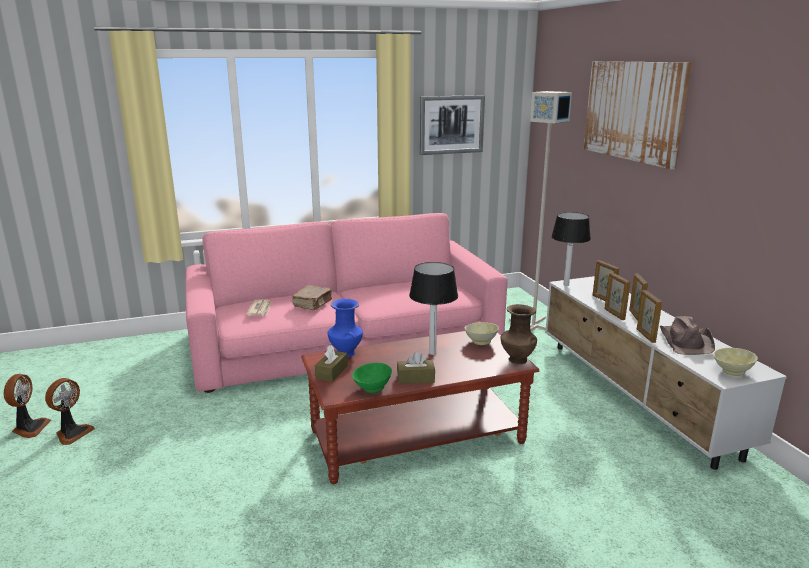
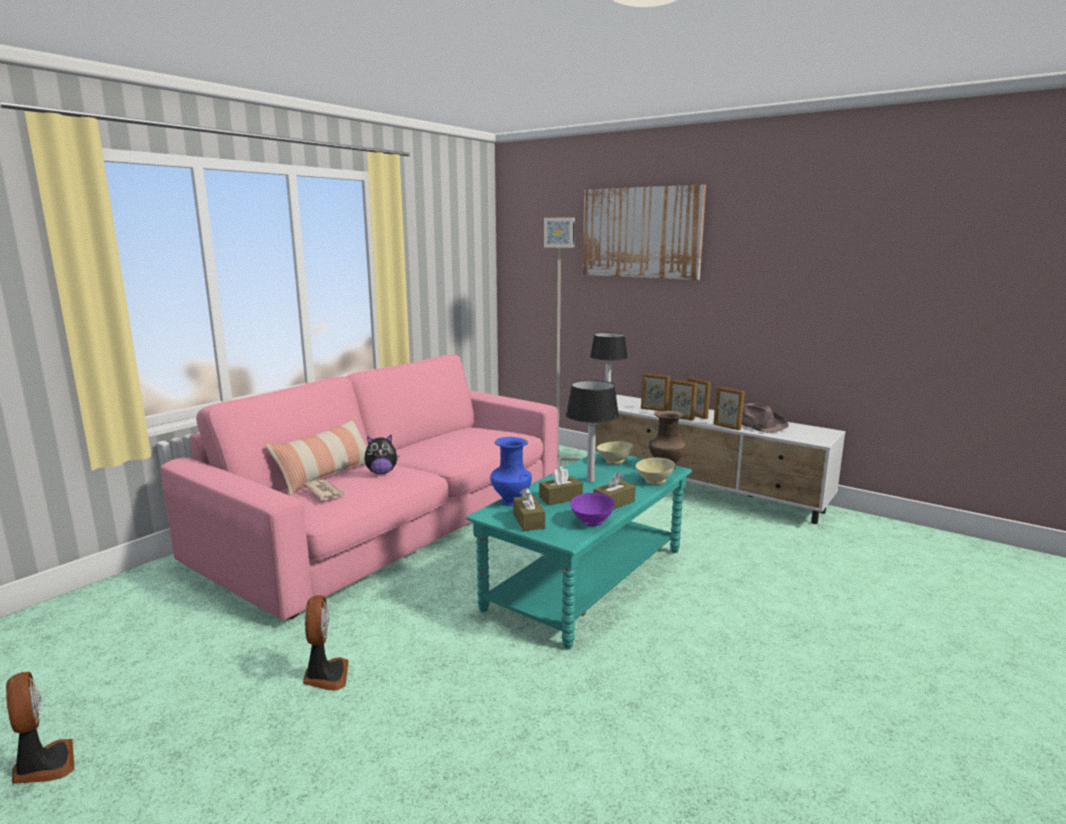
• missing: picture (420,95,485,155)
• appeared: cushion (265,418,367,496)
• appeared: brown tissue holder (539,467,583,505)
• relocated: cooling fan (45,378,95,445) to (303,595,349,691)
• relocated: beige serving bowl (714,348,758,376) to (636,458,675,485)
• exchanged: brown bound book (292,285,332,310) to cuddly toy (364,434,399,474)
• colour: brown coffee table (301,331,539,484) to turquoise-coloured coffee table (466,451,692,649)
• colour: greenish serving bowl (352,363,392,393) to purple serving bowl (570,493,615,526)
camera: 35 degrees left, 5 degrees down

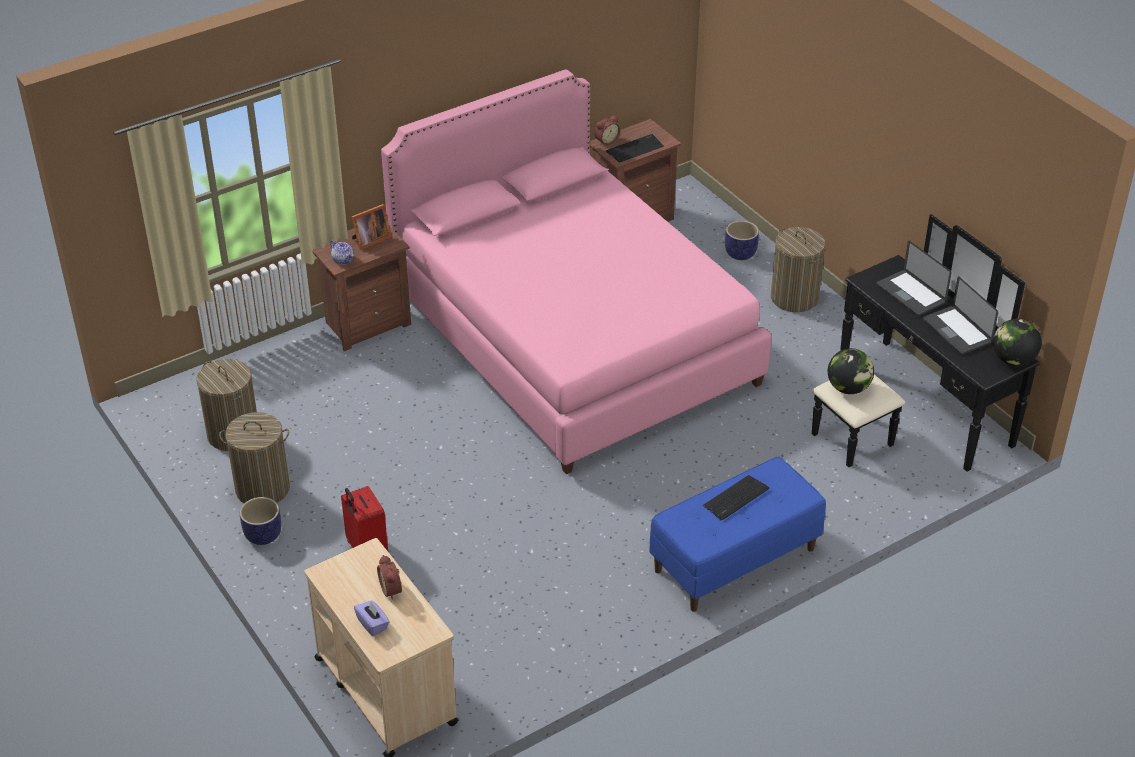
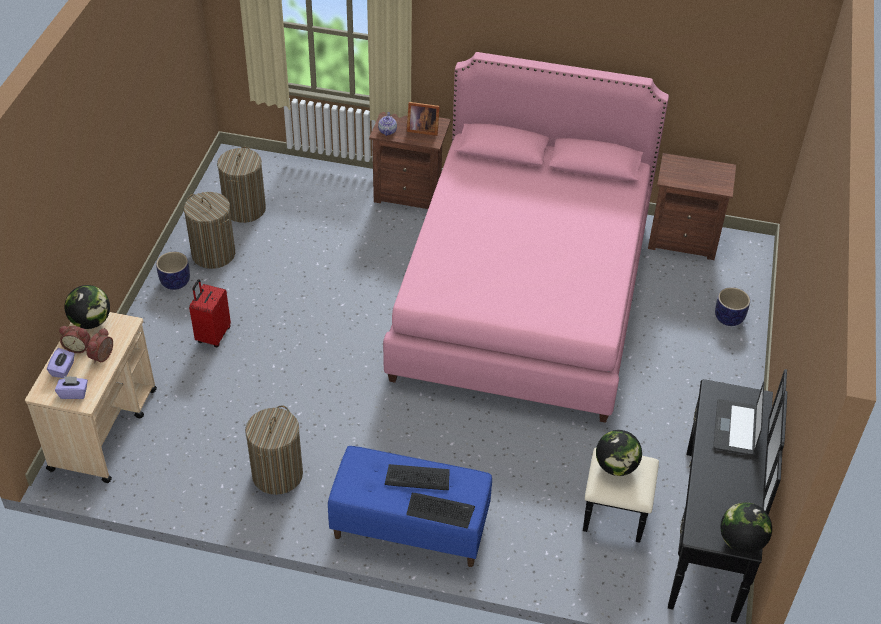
• missing: notebook computer (923,276,998,355)
• appeared: purple tissue holder (55,376,88,399)
• appeared: globe (65,285,110,329)
• relocated: table clock (594,115,620,146) to (59,326,91,353)
• relocated: PC keyboard (606,134,664,163) to (406,493,475,528)
• relocated: laundry basket (771,227,826,312) to (245,405,303,495)
camera: 45 degrees right, 5 degrees up

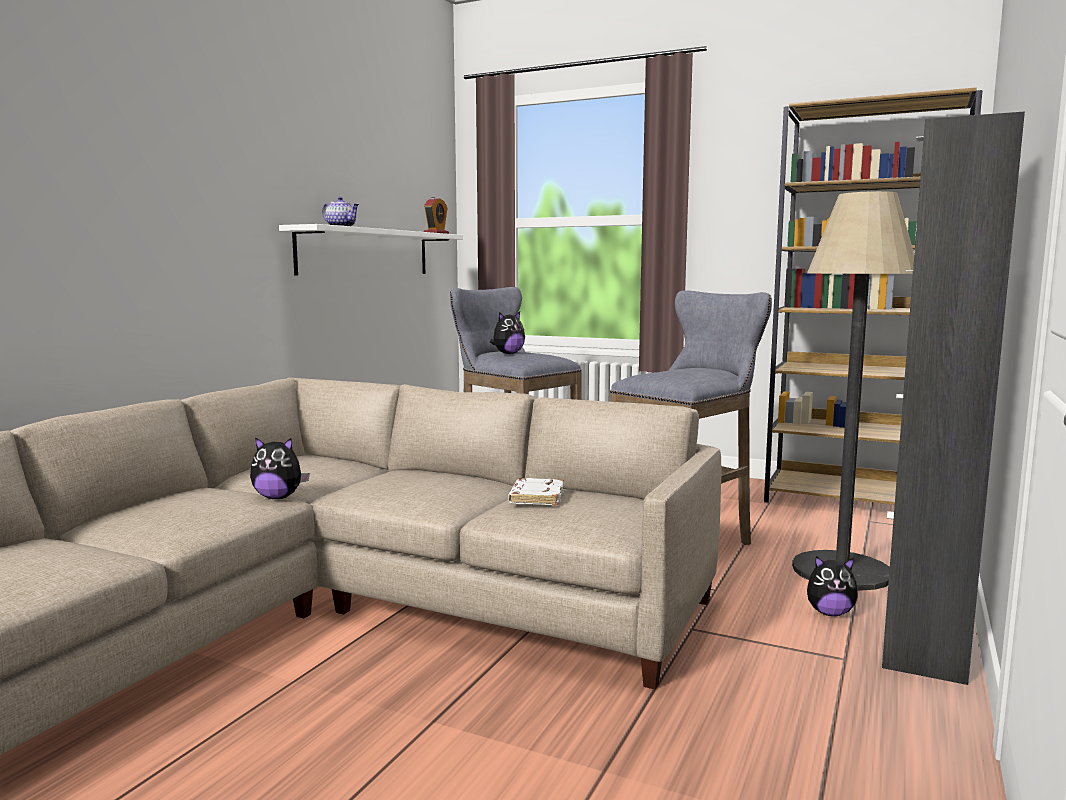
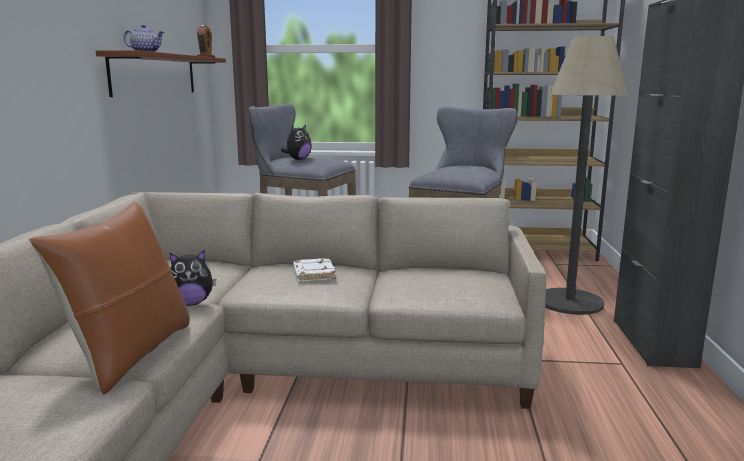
• missing: cuddly toy (807,556,858,616)
• appeared: brown cushion (29,201,190,395)
• relocated: white bound book (508,478,563,505) to (293,258,336,281)
• colour: white bracket shelf (279,224,463,275) to brown bracket shelf (96,50,226,97)
camera: 20 degrees left, 5 degrees up

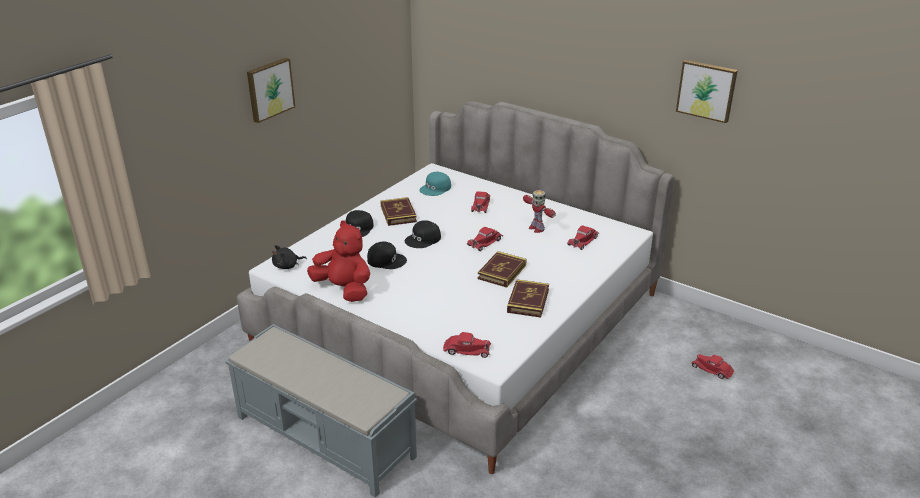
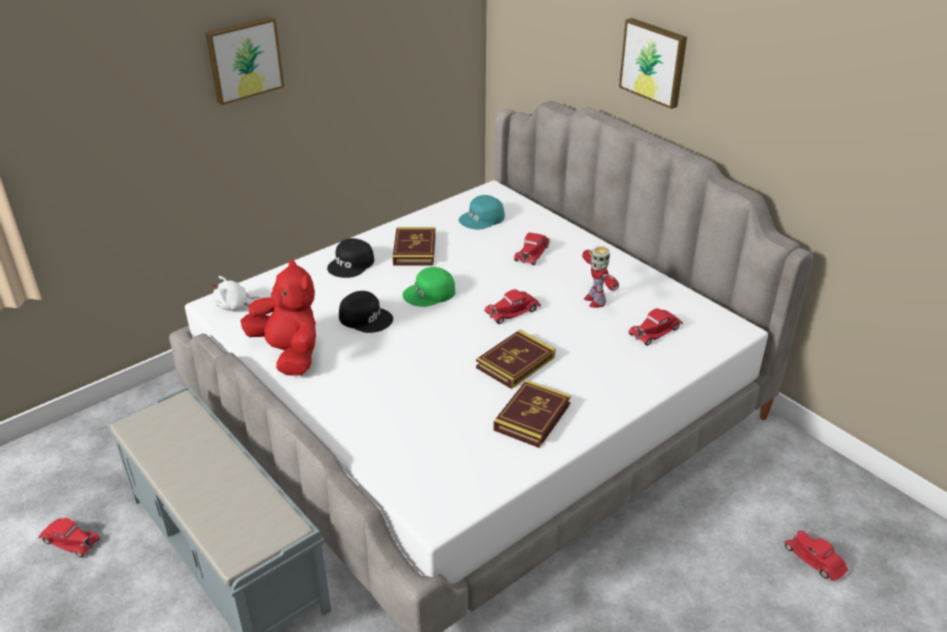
• relocated: red toy car (443,332,491,358) to (38,518,100,557)
• relocated: picture (676,60,738,123) to (619,18,687,109)
• colour: blackish cuddly toy (272,245,307,269) to white cuddly toy (212,276,262,311)
• colour: blackish baseball cap (405,220,441,248) to greenish baseball cap (403,267,455,307)
camera: 15 degrees right, 5 degrees up

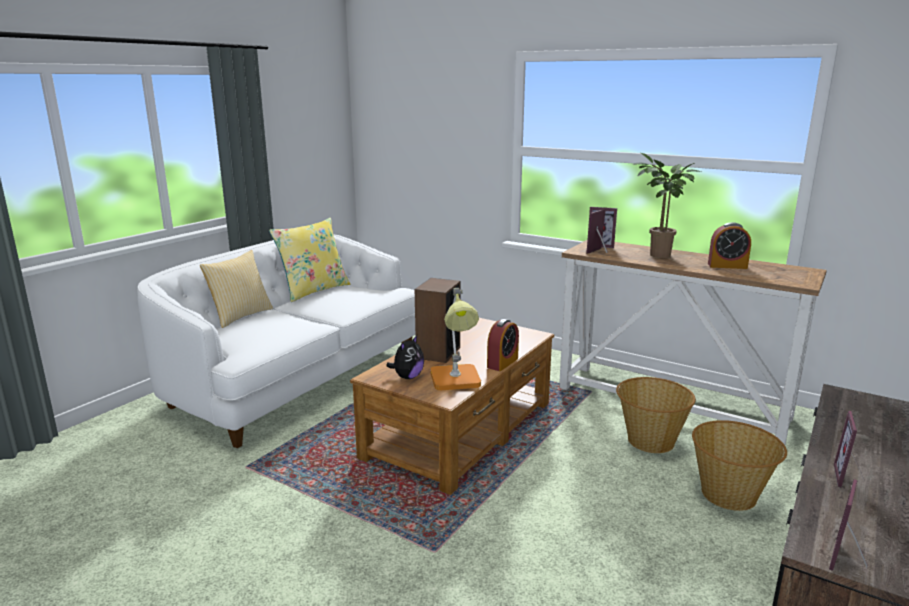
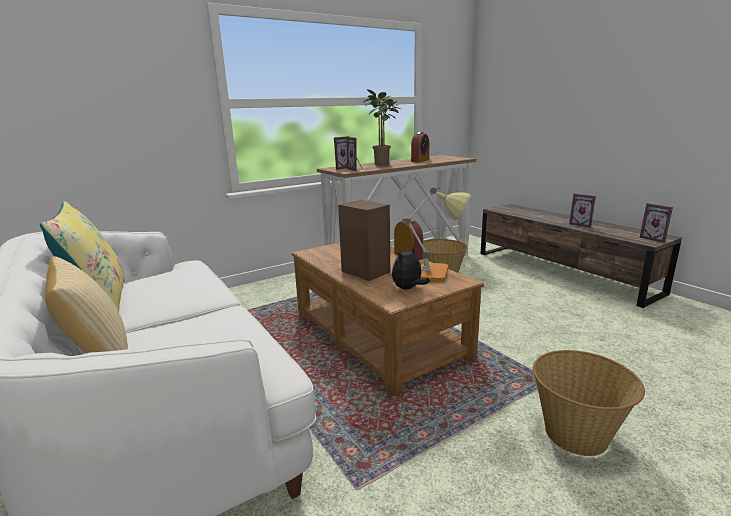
• relocated: basket (692,420,787,511) to (533,350,645,456)
• spun: cuddly toy (386,335,424,379) = (392,246,430,289) 105 degrees counterclockwise
camera: 65 degrees left, 0 degrees up

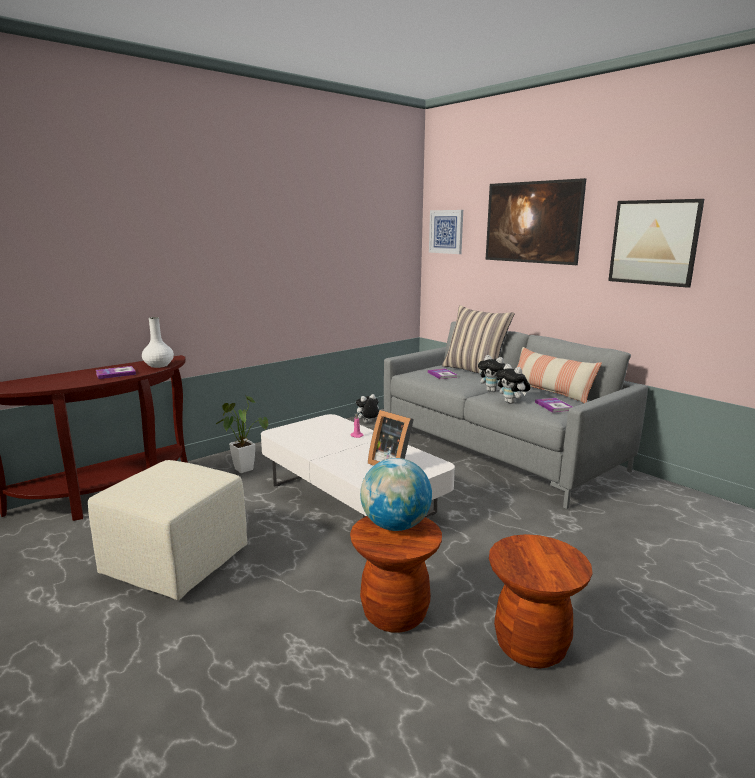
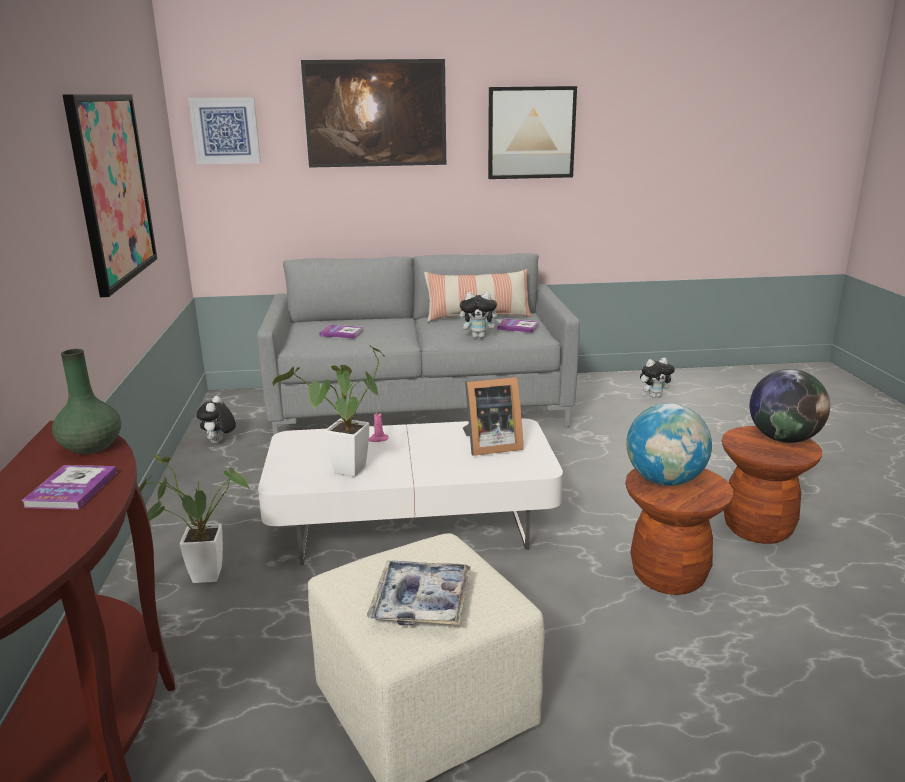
• missing: cushion (442,305,515,373)
• appeared: picture (63,94,157,297)
• appeared: potted plant (272,345,385,477)
• appeared: tray (367,560,471,626)
• appeared: globe (750,369,830,443)
• relocated: cuddly toy (478,355,506,392) to (640,358,675,398)
• colour: white flower vase (142,317,174,368) to greenish flower vase (52,349,121,454)
camera: 55 degrees left, 5 degrees up

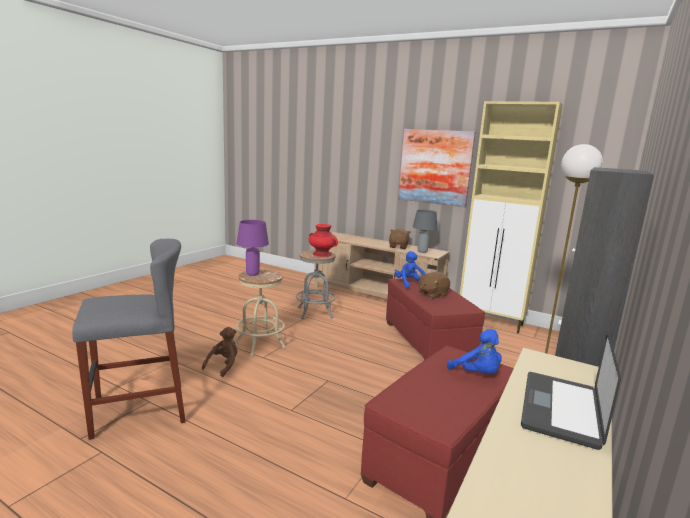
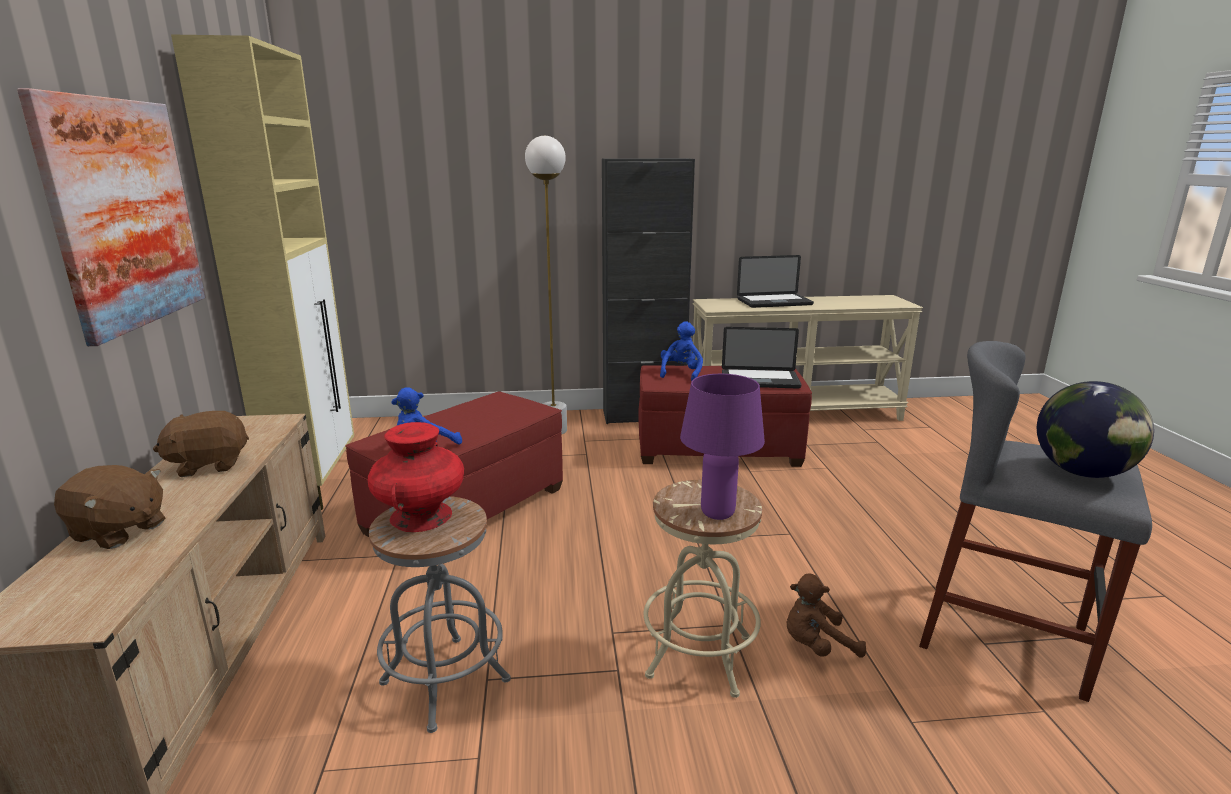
• missing: gray lamp for a table (413,210,437,253)
• appeared: notebook computer (722,327,802,388)
• appeared: globe (1037,381,1154,478)
• relocated: brown cuddly toy (418,272,450,299) to (54,465,165,549)
camera: 125 degrees left, 5 degrees up

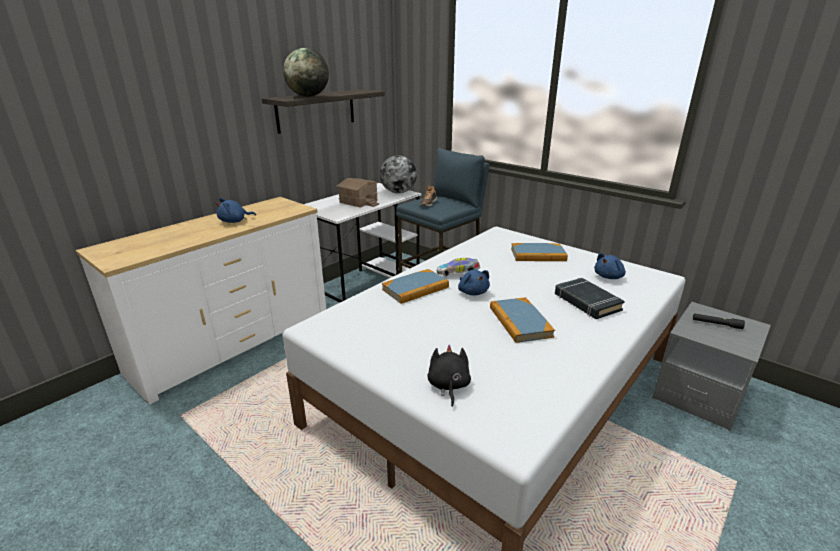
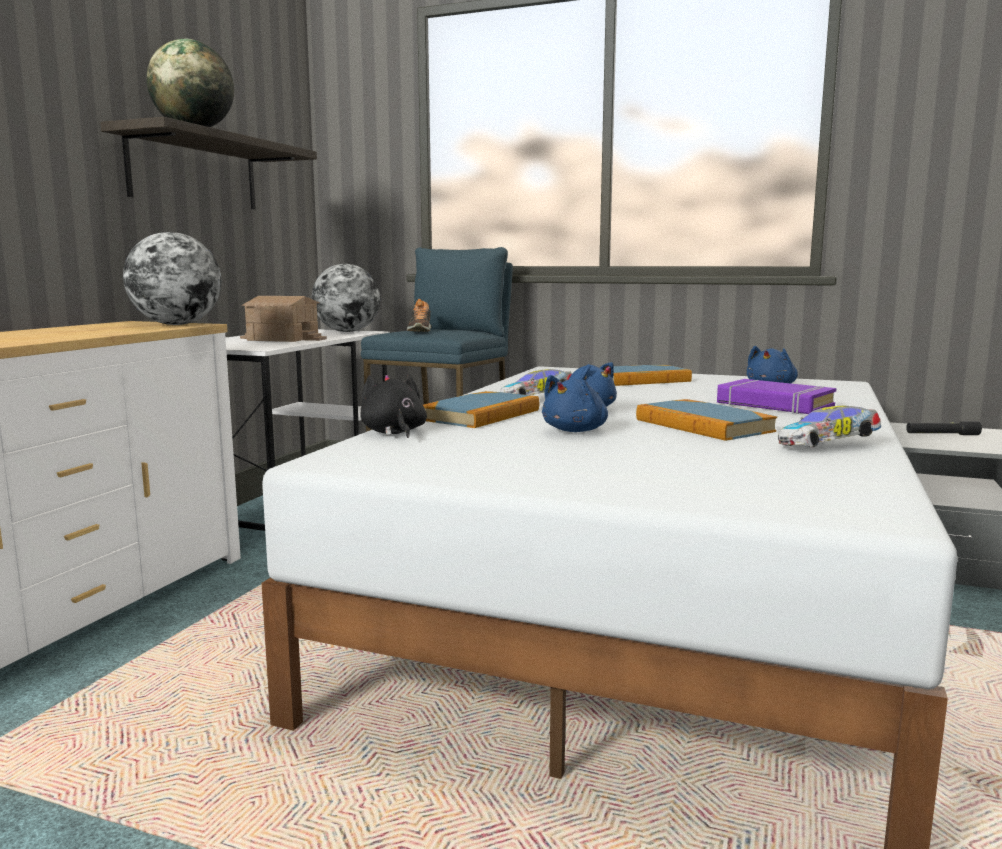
• appeared: globe (123,232,221,325)
• appeared: toy car (778,406,881,448)
• relocated: bluish cuddly toy (216,198,256,223) to (542,375,608,432)
• relocated: blackish cuddly toy (427,345,471,407) to (360,373,427,438)
• colour: blackish bound book (555,278,625,319) to purple bound book (717,379,836,414)
camera: 20 degrees left, 15 degrees down

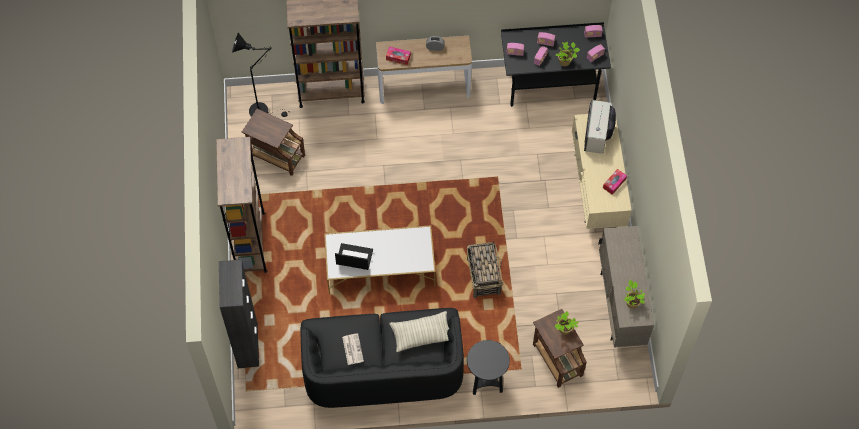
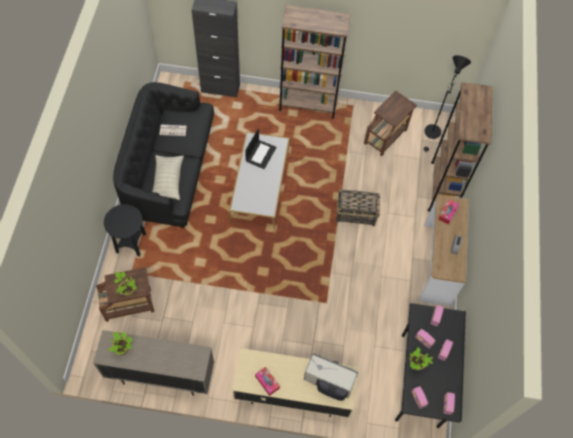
• relocated: basket (467,241,503,298) to (336,189,380,226)
camera: 100 degrees right, 0 degrees up

